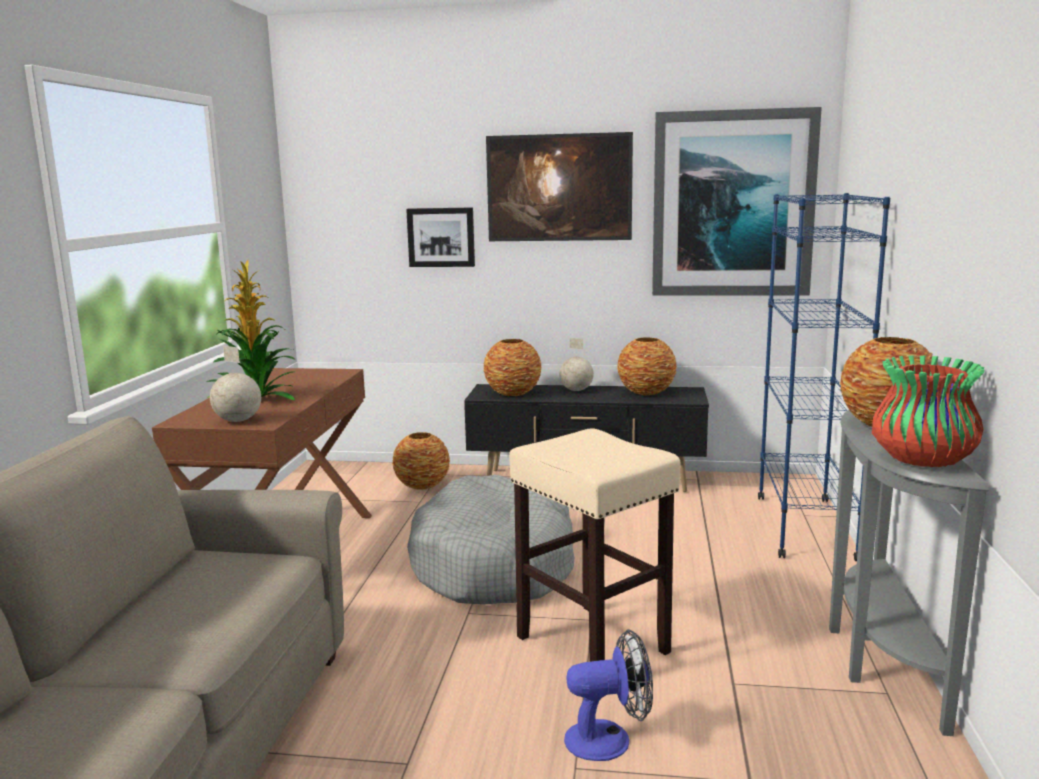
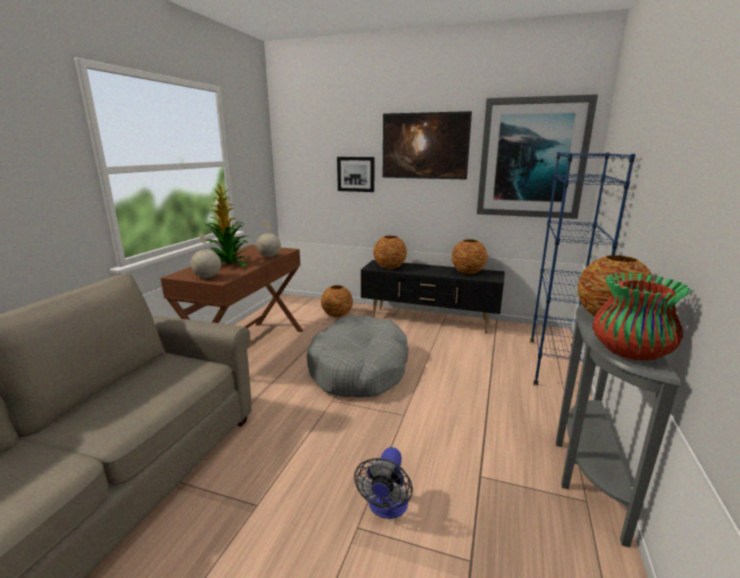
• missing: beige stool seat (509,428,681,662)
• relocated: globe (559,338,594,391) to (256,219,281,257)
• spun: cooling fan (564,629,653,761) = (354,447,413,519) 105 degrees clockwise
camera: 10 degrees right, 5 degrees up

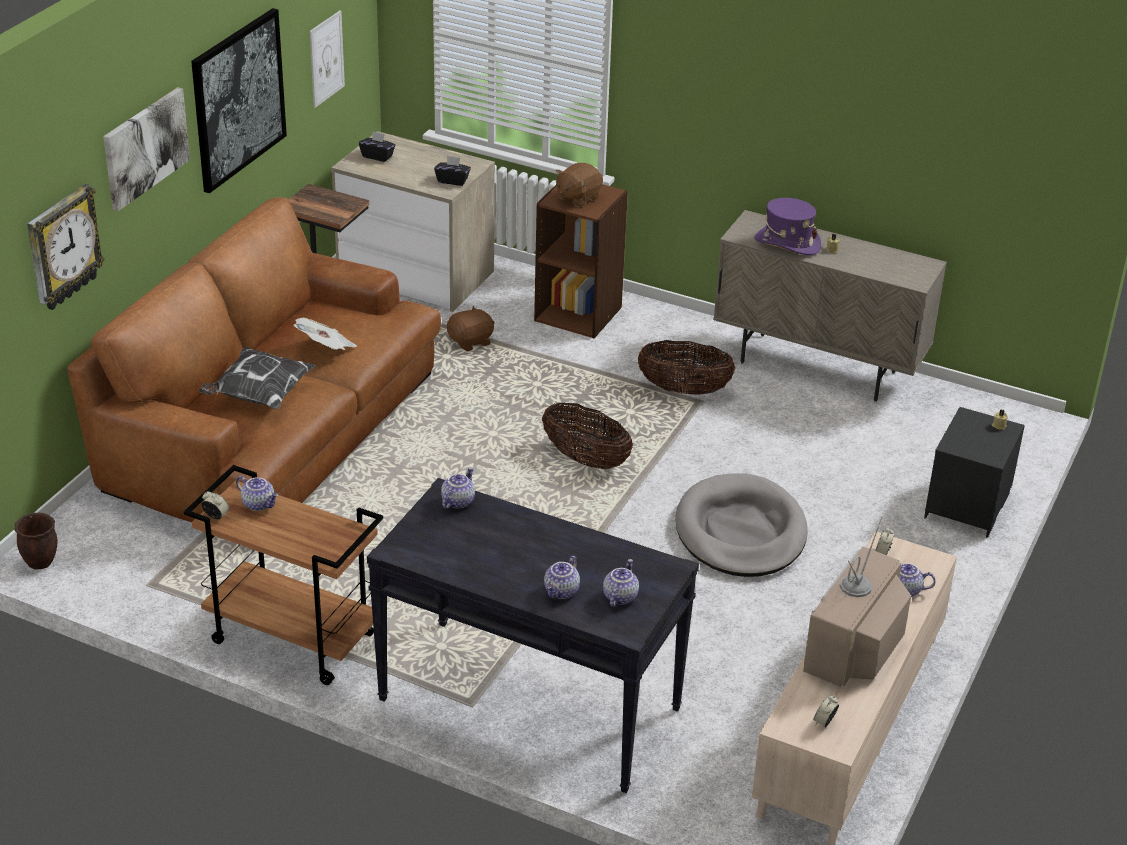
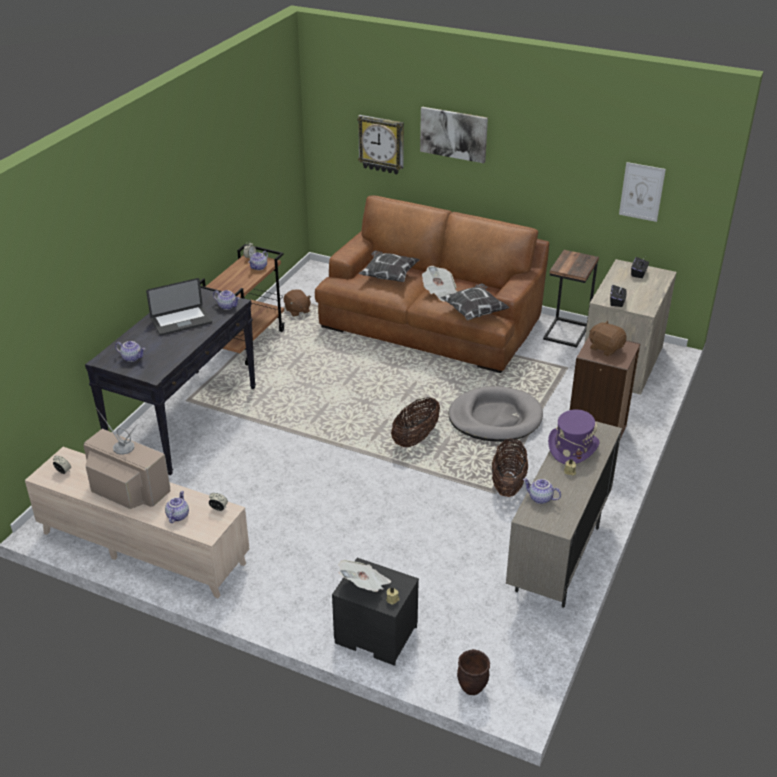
• missing: picture (191,8,287,193)
• appeared: notebook computer (146,278,212,336)
• appeared: daily paper (338,560,391,592)
• appeared: cushion (440,283,510,320)
• relocated: brown flower pot (14,513,58,570) to (457,649,490,695)
• relocated: brown cuddly toy (447,306,495,351) to (284,289,311,317)
• relocated: pot for tea (544,556,580,599) to (523,478,561,504)
• relocated: gray dog bed (675,473,808,577) to (449,386,543,442)
camera: 90 degrees right, 0 degrees up

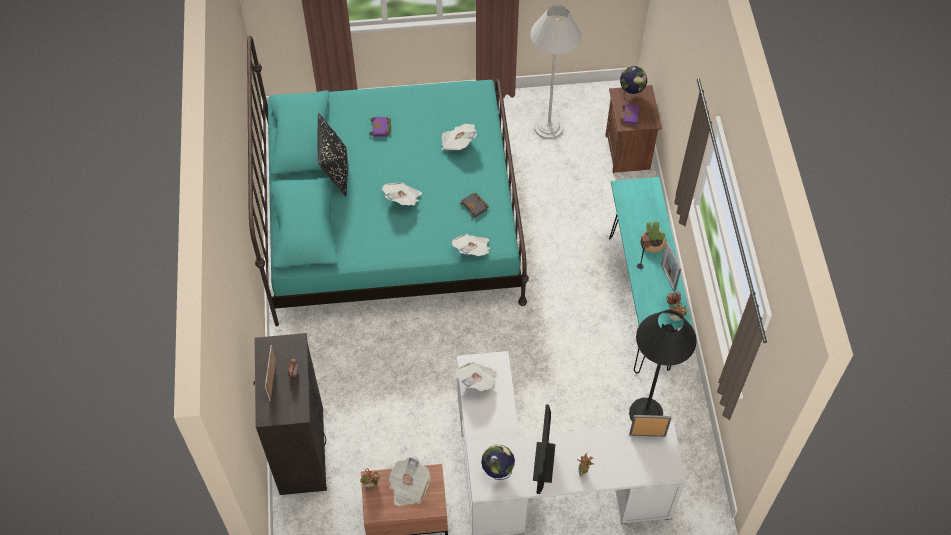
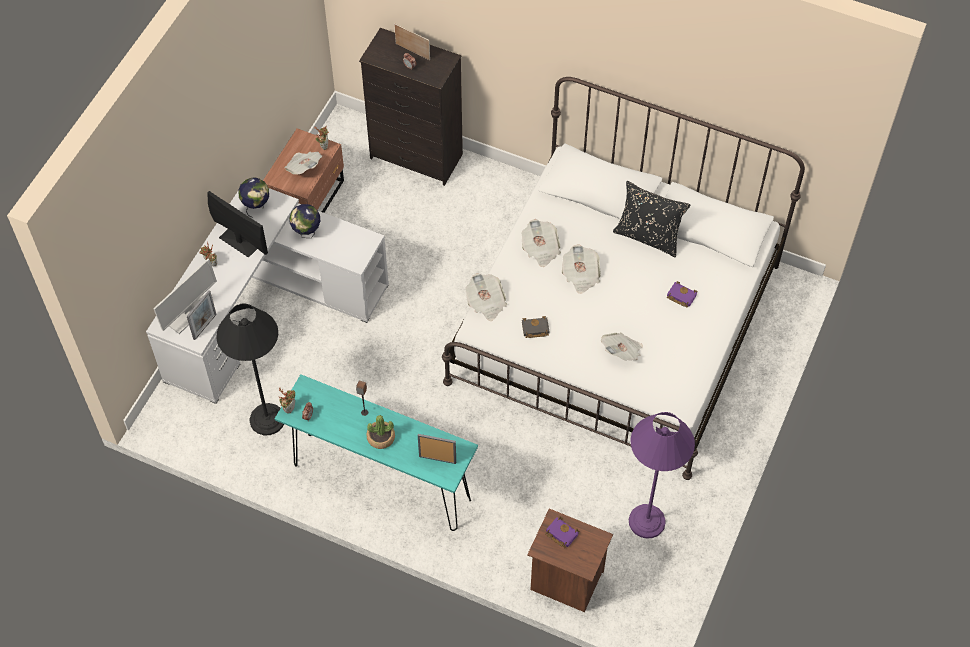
• appeared: monitor (153,259,217,334)
• relocated: daily paper (455,362,497,391) to (521,219,561,267)
• relocated: globe (620,66,647,103) to (289,204,320,238)
• relocated: standing frame (661,242,681,291) to (418,434,456,464)
• colour: turquoise-coloured bed (247,36,529,326) to white bed (442,77,805,480)
• colour: white standard lamp (531,5,582,139) to purple standard lamp (629,412,695,539)
camera: 120 degrees right, 0 degrees up

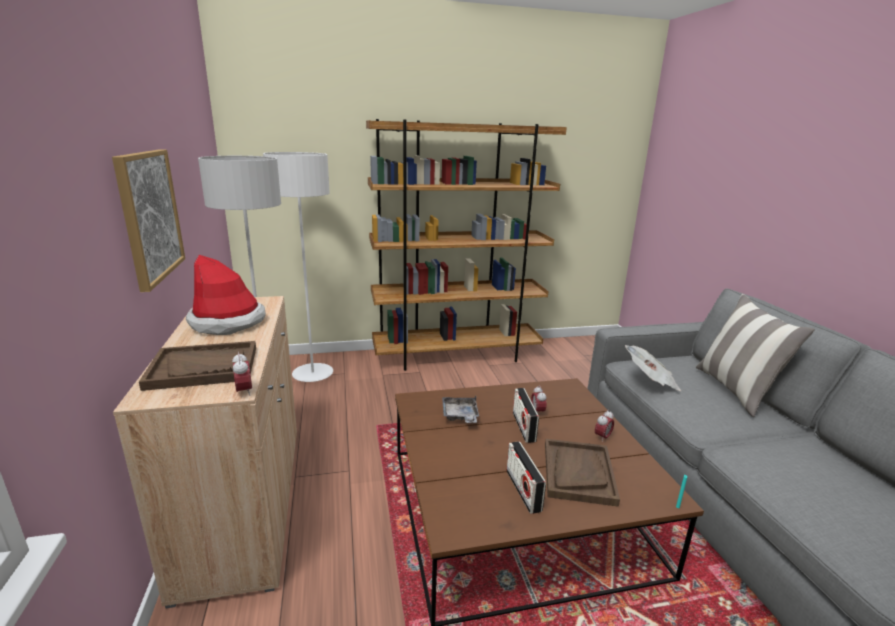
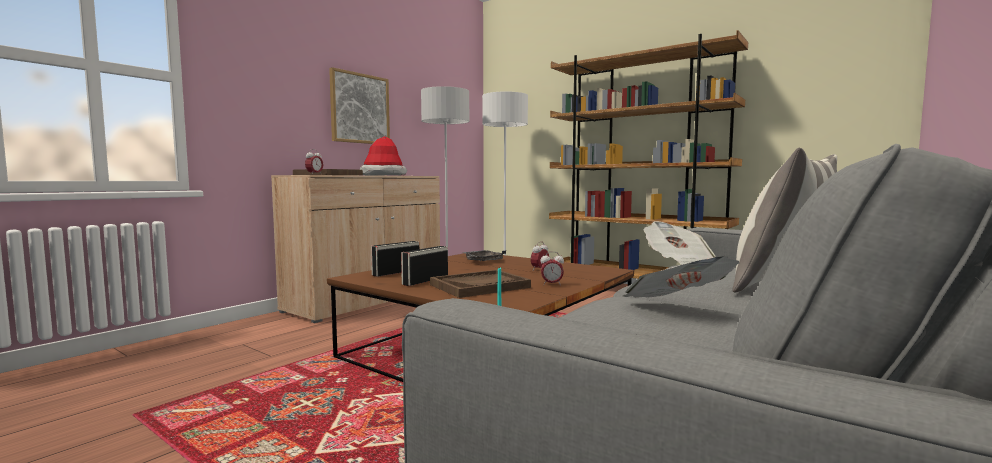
• appeared: daily paper (623,256,739,298)
• relocated: radio (513,388,539,443) to (371,241,419,277)
camera: 50 degrees right, 15 degrees down

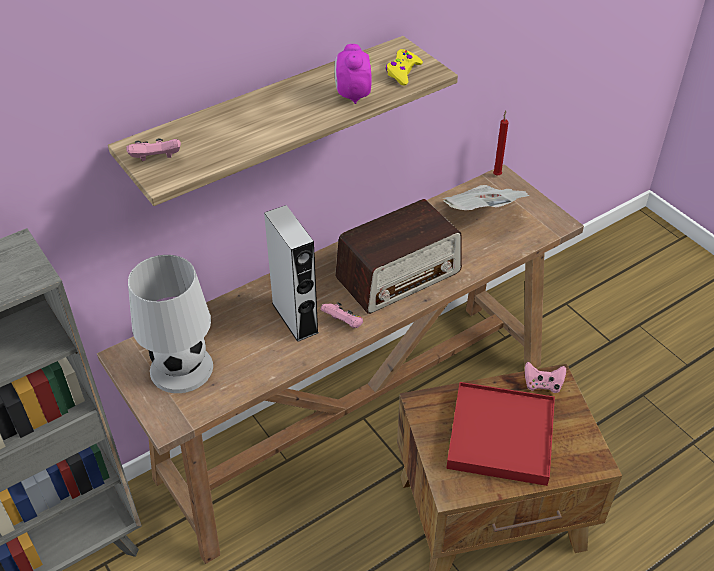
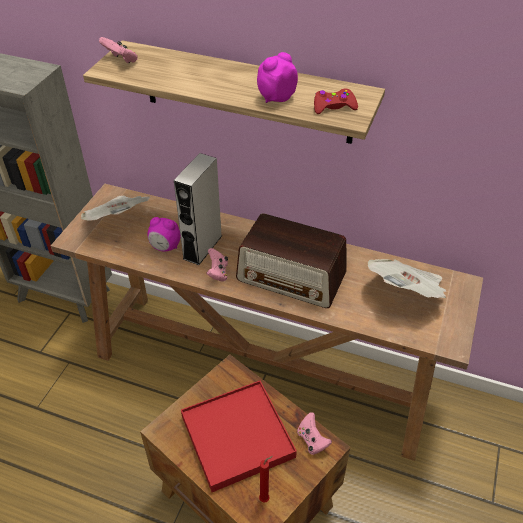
• appeared: table clock (147,217,180,252)
• relocated: red wax candle (493,111,509,176) to (259,456,273,503)
• exchanged: white lamp for a table (128,255,213,393) to daily paper (81,195,150,221)
• colour: yellow joypad (385,49,423,86) to red joypad (314,89,358,114)
camera: 55 degrees right, 0 degrees up

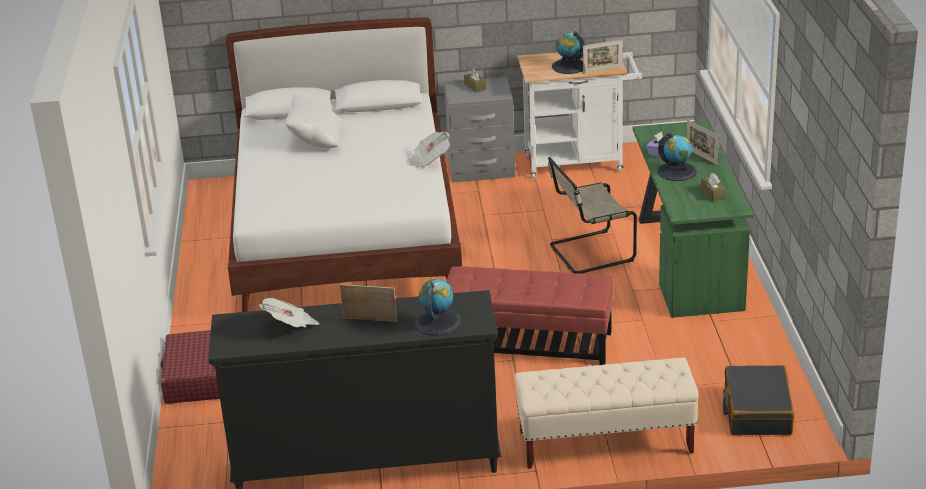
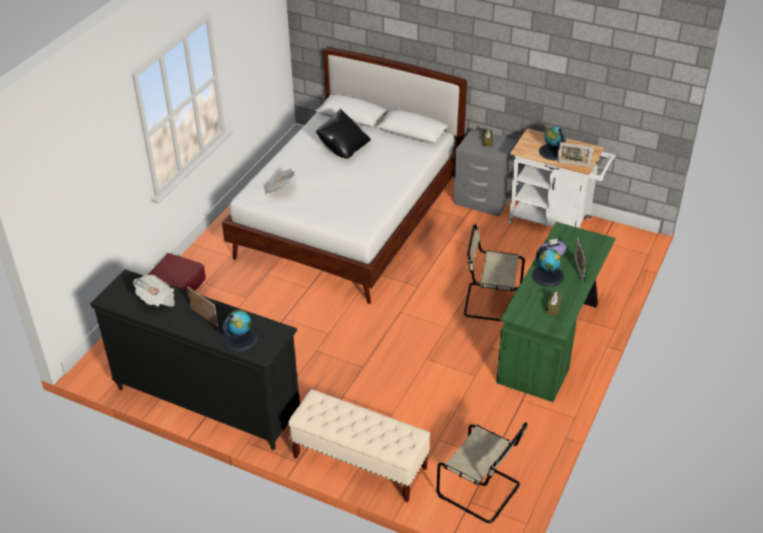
• missing: red pouffe (446,266,614,365)
• relocated: daily paper (406,132,450,169) to (263,169,295,194)
• exchanged: blackish travel case (723,365,794,435) to beige plain chair (437,422,527,523)
• colour: white cushion (285,94,344,148) to blackish cushion (316,109,371,159)
camera: 30 degrees right, 10 degrees up

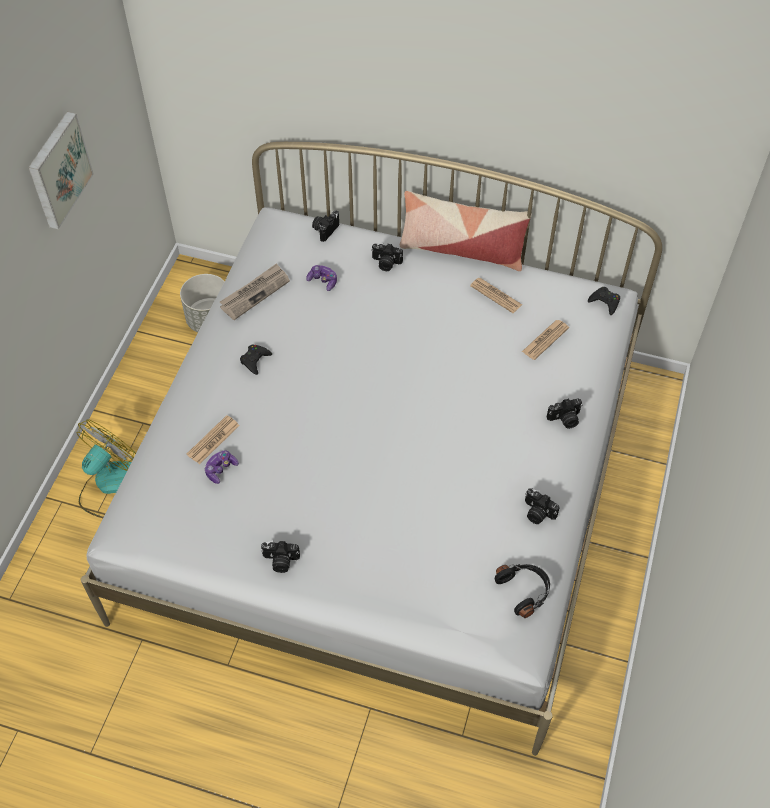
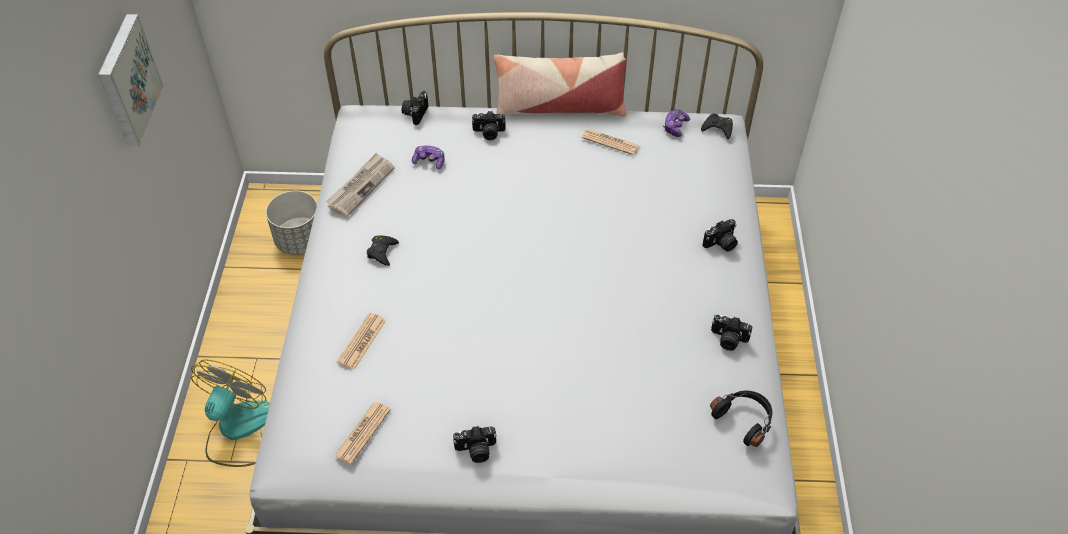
• relocated: joypad (205,450,239,484) to (663,109,690,137)
• relocated: daily paper (522,320,569,360) to (334,402,391,464)
camera: 15 degrees left, 5 degrees down

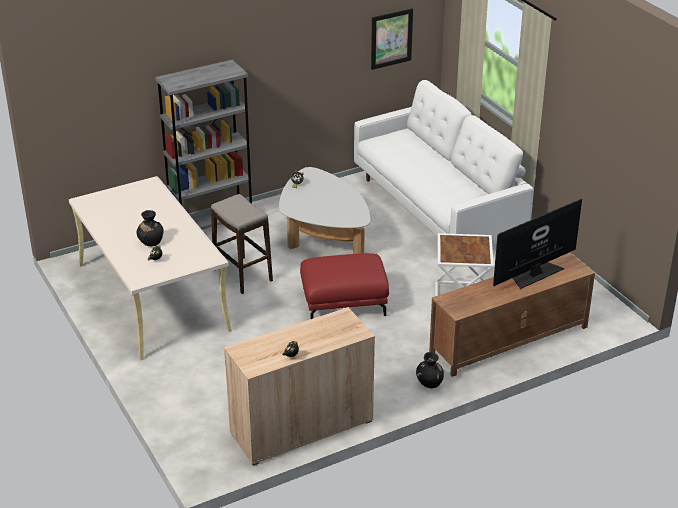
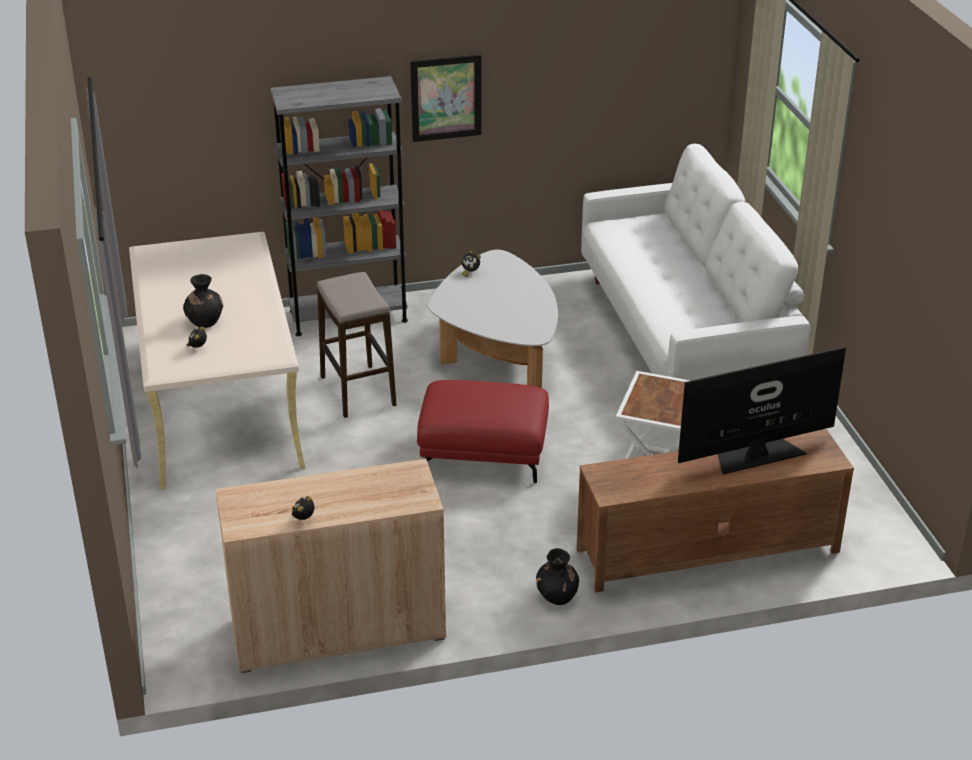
• relocated: picture (371,8,413,70) to (410,54,482,142)
camera: 15 degrees right, 0 degrees up

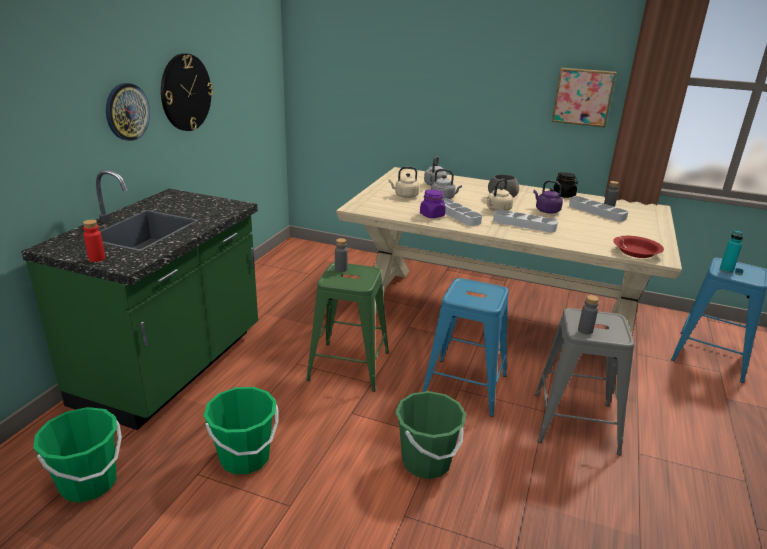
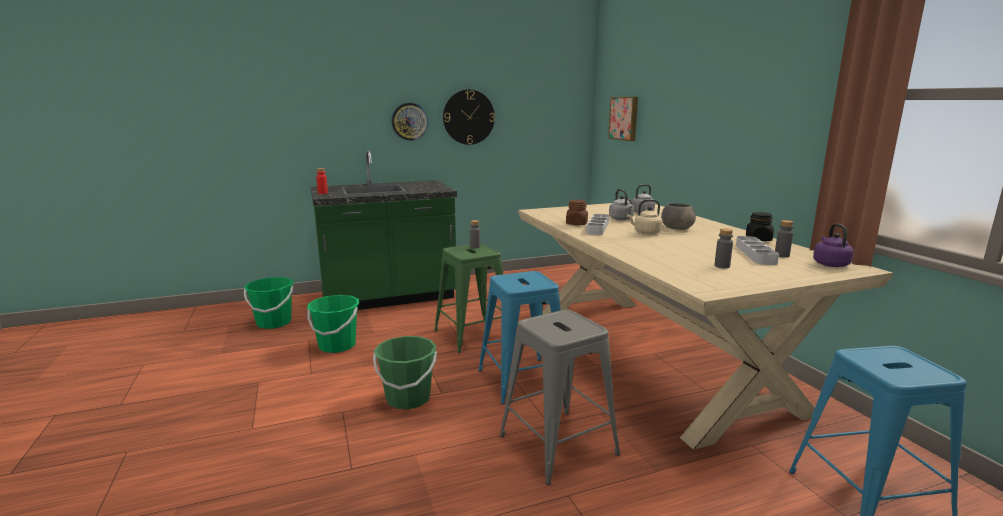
• missing: beige kettle (388,167,420,198)
• missing: gray tray (493,209,558,233)
• missing: red serving bowl (613,236,664,258)
• missing: turquoise-coloured bottle (719,230,743,273)
• relocated: purple kettle (533,180,563,213) to (813,223,854,267)
• relocated: picture (552,67,616,127) to (608,97,638,141)
• relocated: gray bottle (578,295,599,334) to (714,228,733,268)
• colour: purple jar (420,190,446,218) to brown jar (566,200,588,225)
camera: 50 degrees right, 10 degrees down

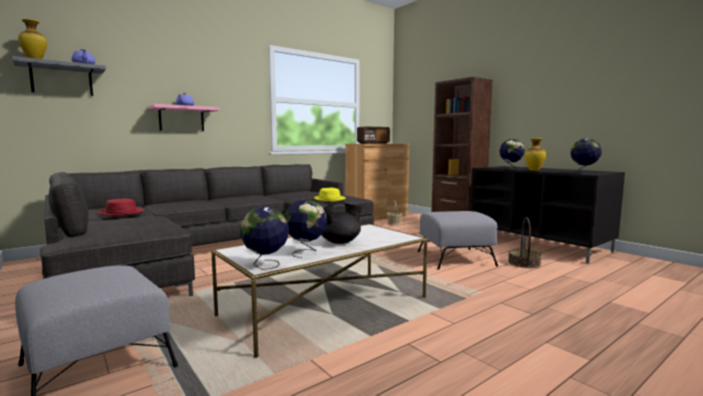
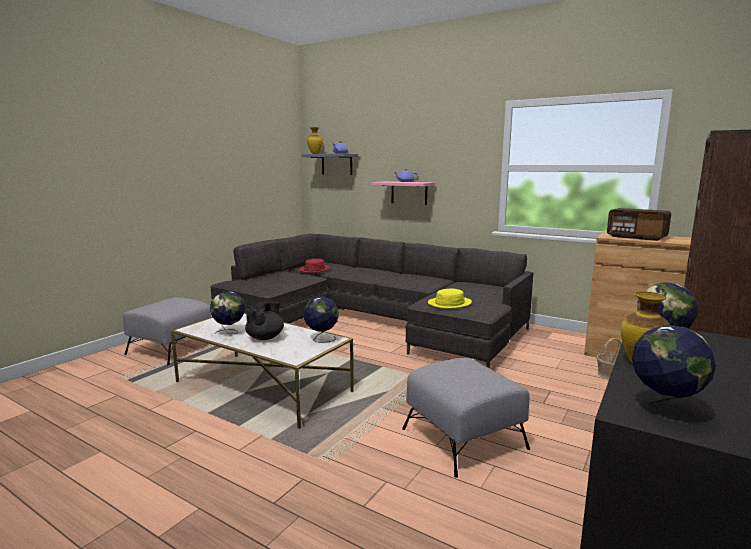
• missing: basket (508,217,542,268)
• relocated: globe (240,206,289,270) to (303,296,339,343)
• spun: blackish pot for tea (321,202,362,244) = (245,302,284,340) 105 degrees counterclockwise
camera: 70 degrees right, 5 degrees up

